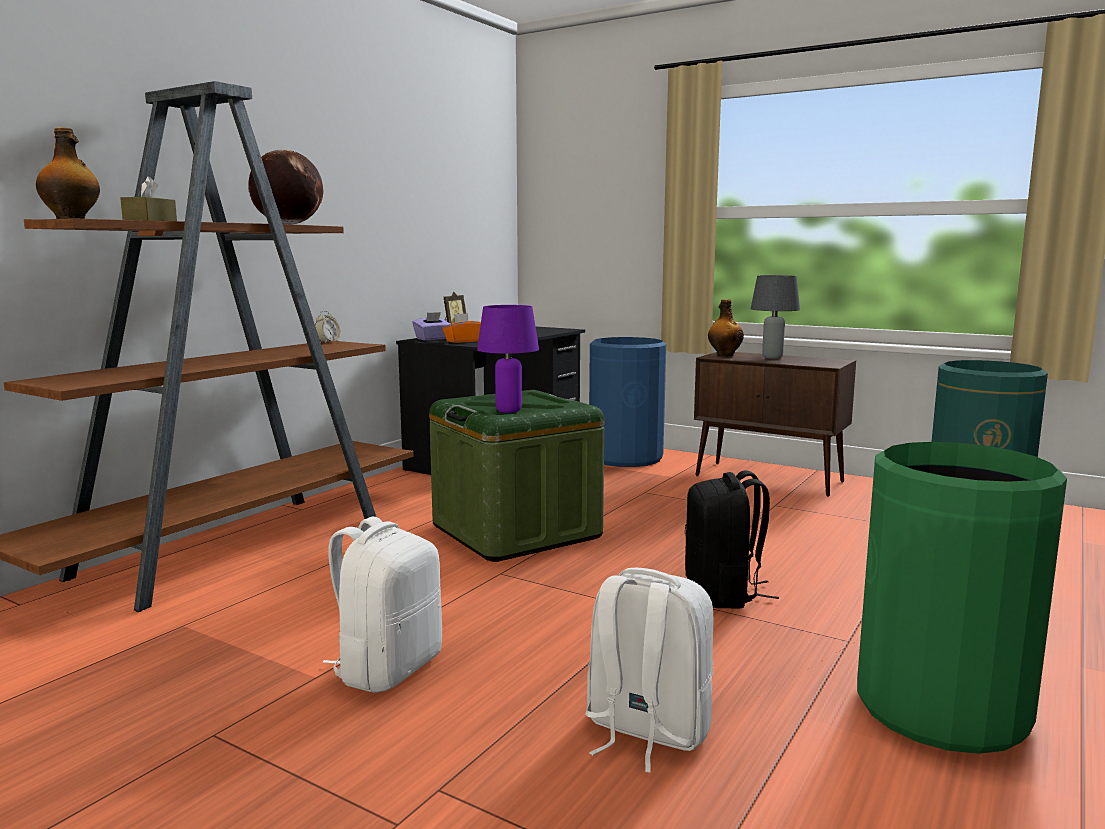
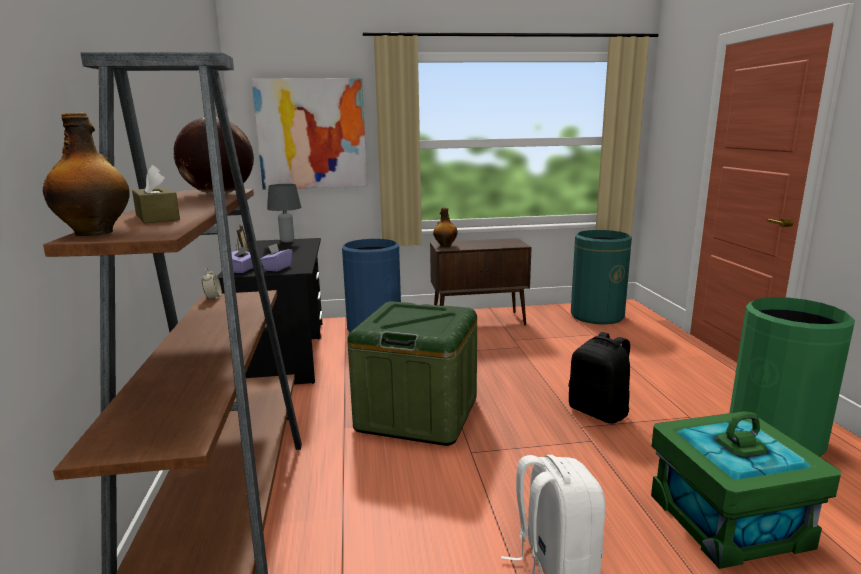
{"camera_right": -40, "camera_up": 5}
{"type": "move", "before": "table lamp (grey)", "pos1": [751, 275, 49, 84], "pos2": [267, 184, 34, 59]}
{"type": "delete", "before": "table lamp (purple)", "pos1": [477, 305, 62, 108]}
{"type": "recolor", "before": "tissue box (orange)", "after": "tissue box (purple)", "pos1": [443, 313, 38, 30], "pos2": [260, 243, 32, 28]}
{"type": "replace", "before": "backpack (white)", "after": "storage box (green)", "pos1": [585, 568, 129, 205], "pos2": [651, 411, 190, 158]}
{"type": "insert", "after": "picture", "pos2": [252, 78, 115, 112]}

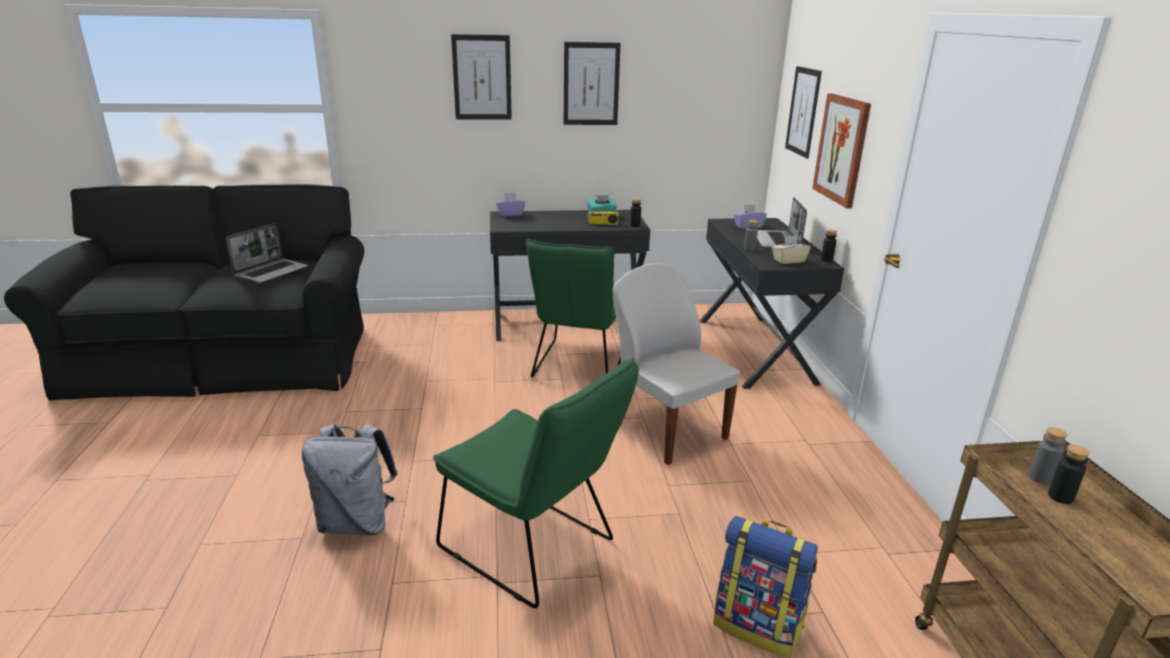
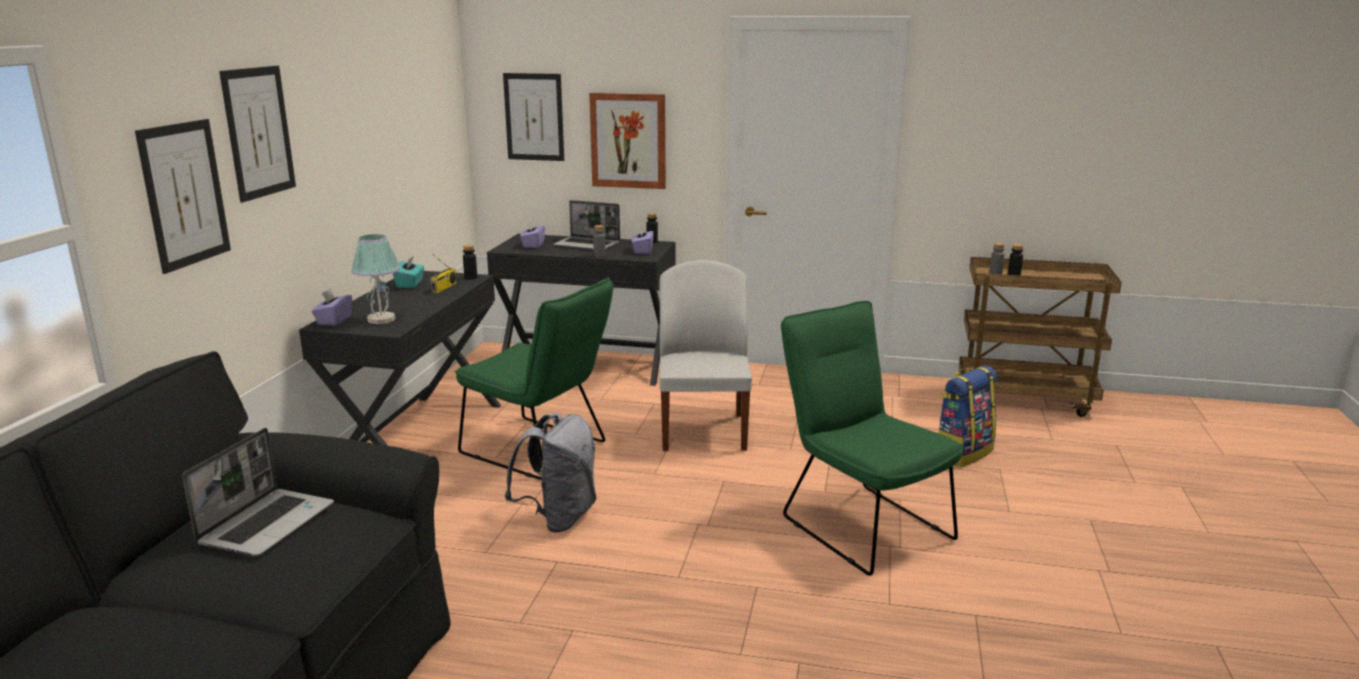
{"camera_right": -70, "camera_up": -5}
{"type": "move", "before": "picture", "pos1": [564, 42, 57, 83], "pos2": [135, 119, 96, 155]}
{"type": "rotate", "before": "laptop", "pos1": [226, 223, 82, 60], "pos2": [182, 428, 152, 128], "turn": 60}
{"type": "recolor", "before": "tissue box (beige)", "after": "tissue box (purple)", "pos1": [772, 235, 39, 29], "pos2": [632, 226, 22, 28]}
{"type": "rotate", "before": "chair (white)", "pos1": [613, 263, 127, 202], "pos2": [659, 260, 93, 191], "turn": 105}
{"type": "rotate", "before": "chair (green)", "pos1": [433, 357, 206, 251], "pos2": [781, 301, 183, 275], "turn": -90}
{"type": "move", "before": "backpack (grey)", "pos1": [302, 424, 96, 111], "pos2": [505, 413, 91, 120]}
{"type": "insert", "after": "table lamp", "pos2": [351, 234, 49, 90]}

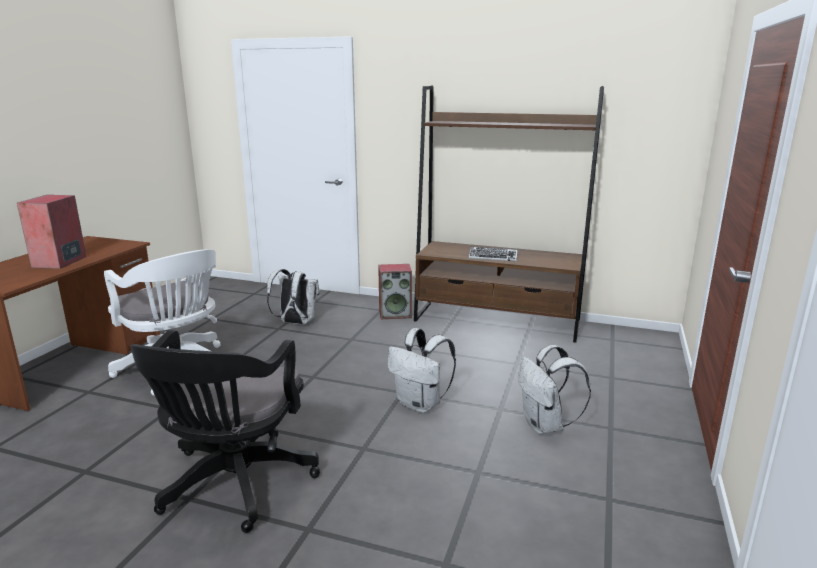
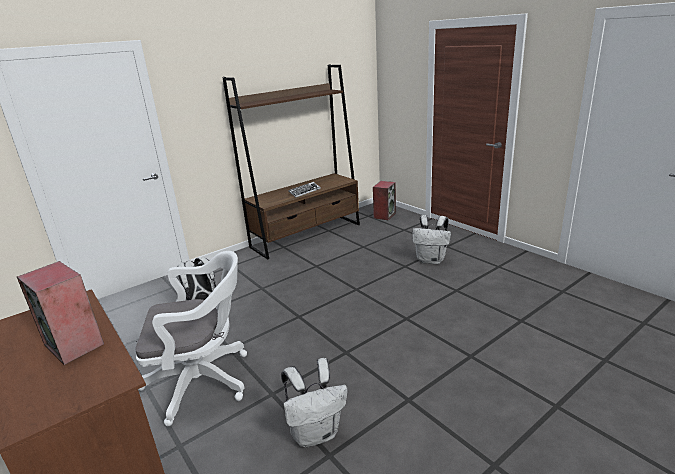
{"camera_right": -55, "camera_up": 5}
{"type": "move", "before": "speaker", "pos1": [378, 264, 34, 55], "pos2": [373, 181, 23, 39]}
{"type": "move", "before": "backpack (white)", "pos1": [387, 328, 69, 85], "pos2": [281, 358, 66, 89]}
{"type": "delete", "before": "office chair (black)", "pos1": [130, 330, 190, 203]}

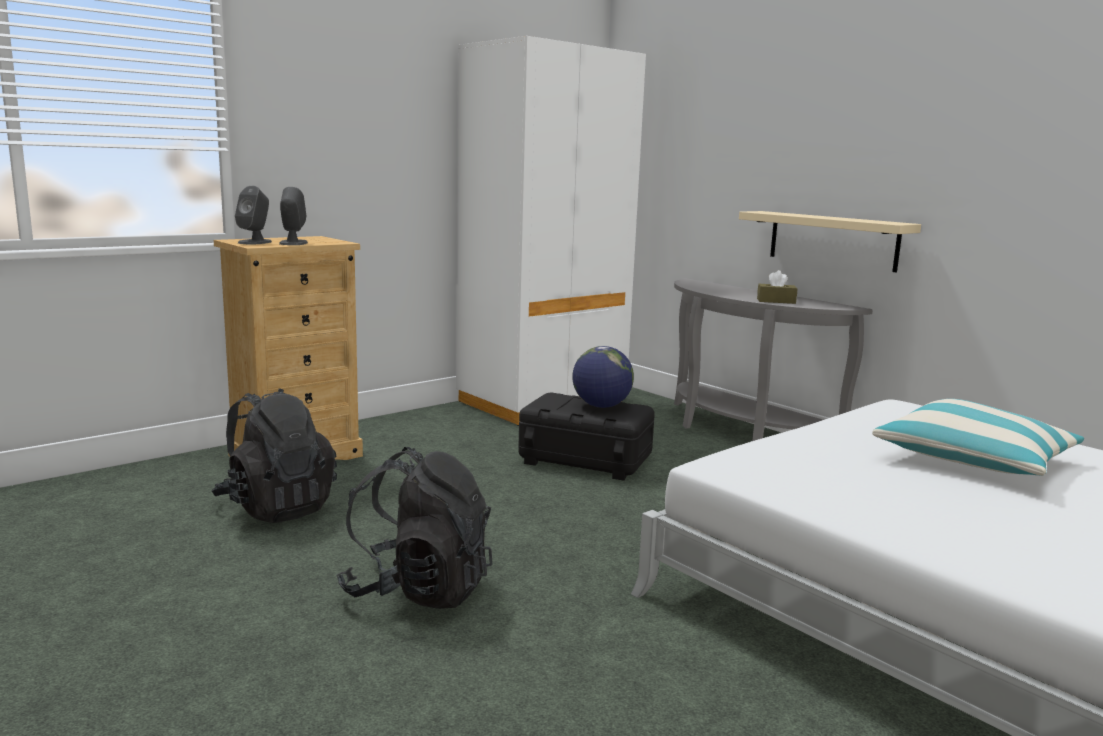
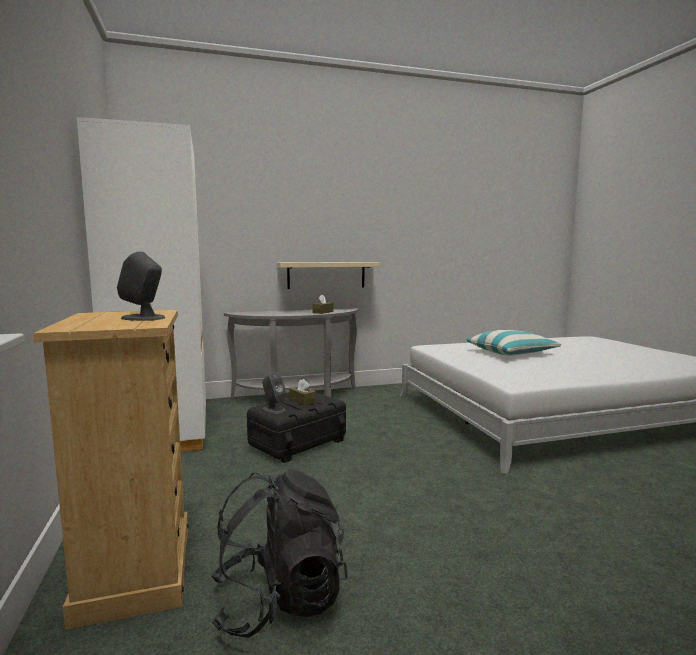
{"camera_right": -65, "camera_up": -5}
{"type": "move", "before": "speaker (grey)", "pos1": [235, 186, 37, 58], "pos2": [262, 372, 24, 42]}
{"type": "replace", "before": "globe", "after": "tissue box (brown)", "pos1": [572, 346, 62, 62], "pos2": [289, 379, 27, 27]}
{"type": "delete", "before": "backpack (black)", "pos1": [336, 447, 156, 162]}

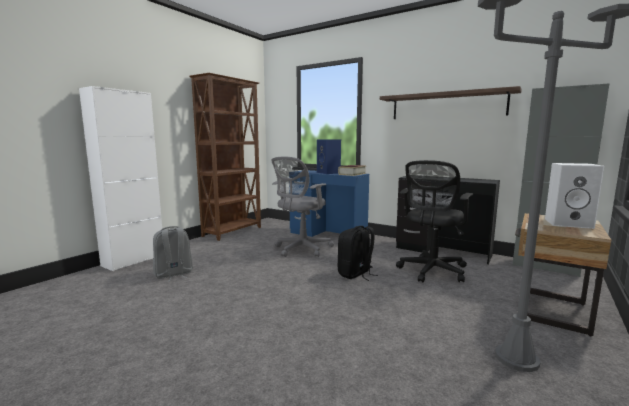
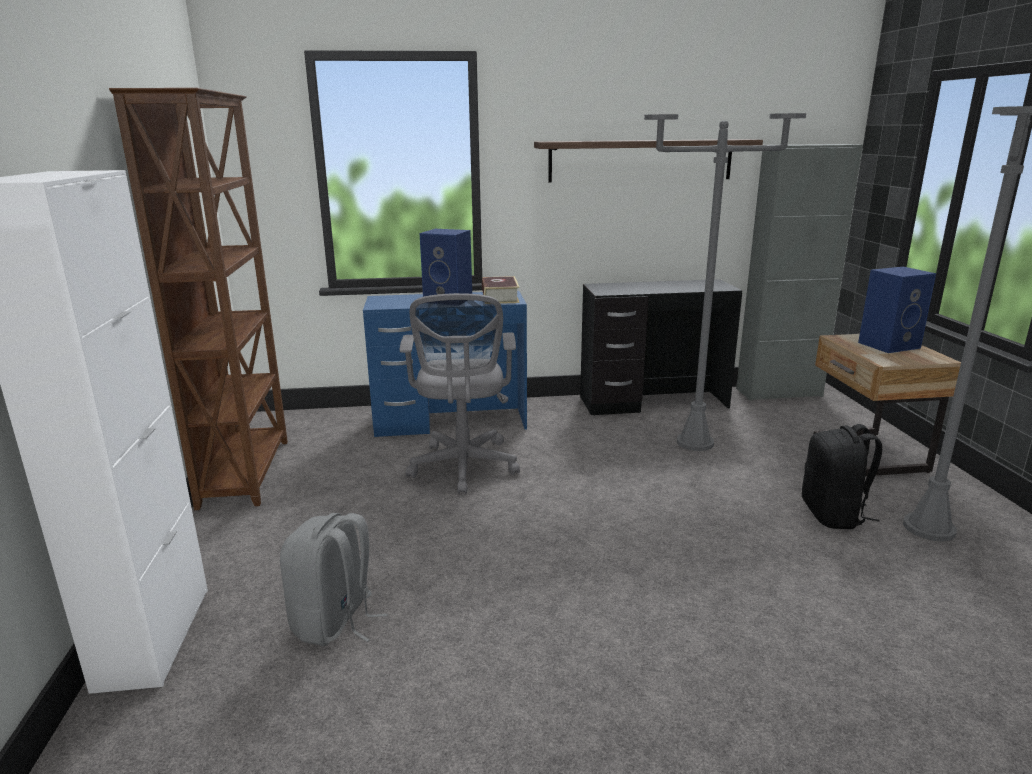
{"camera_right": -40, "camera_up": 10}
{"type": "replace", "before": "office chair (black)", "after": "floor lamp (grey)", "pos1": [396, 160, 77, 122], "pos2": [644, 113, 162, 338]}
{"type": "recolor", "before": "speaker (white)", "after": "speaker (blue)", "pos1": [545, 163, 59, 66], "pos2": [858, 267, 78, 86]}
{"type": "move", "before": "backpack (black)", "pos1": [338, 226, 40, 55], "pos2": [802, 424, 80, 105]}

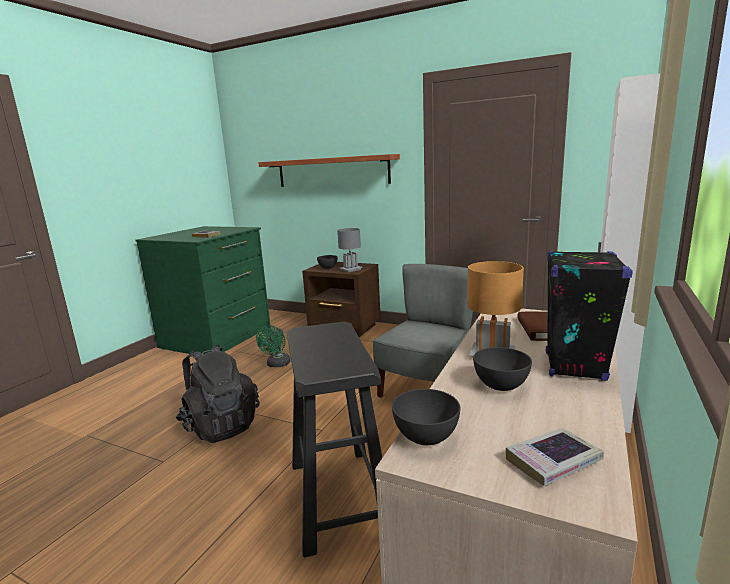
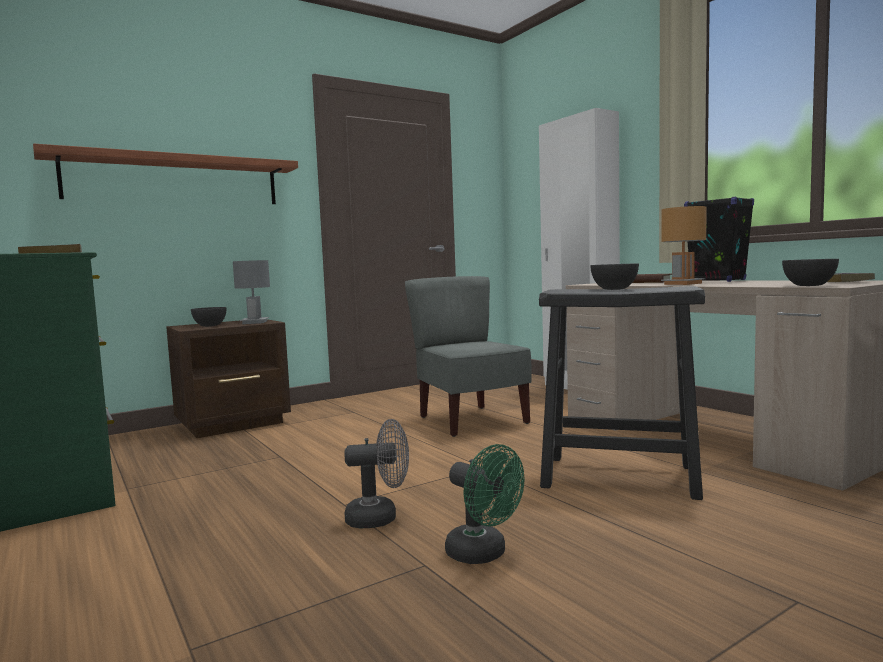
{"camera_right": -60, "camera_up": -10}
{"type": "move", "before": "fan (green)", "pos1": [256, 325, 34, 42], "pos2": [445, 444, 79, 120]}
{"type": "replace", "before": "backpack (black)", "after": "fan (grey)", "pos1": [175, 345, 84, 98], "pos2": [344, 419, 65, 109]}
{"type": "move", "before": "bowl (grey)", "pos1": [473, 347, 59, 44], "pos2": [590, 263, 49, 27]}

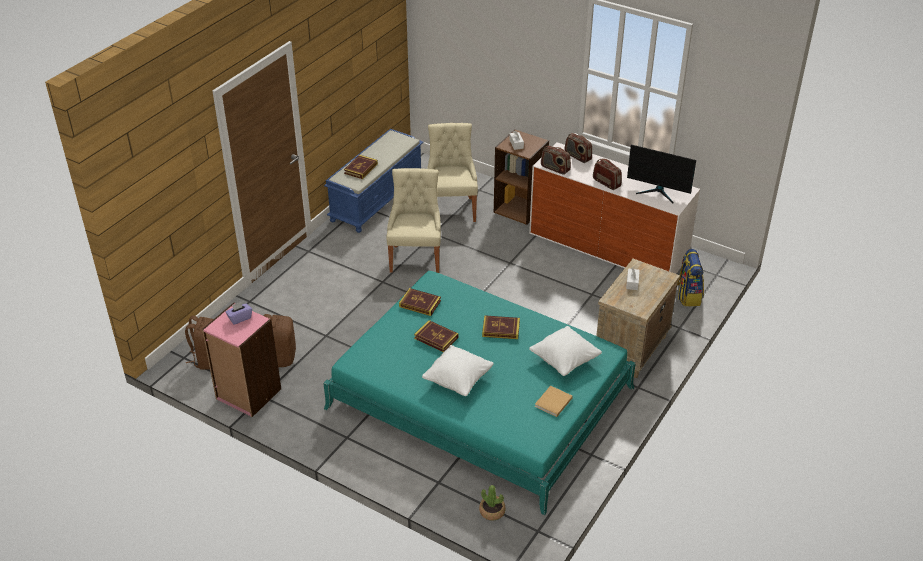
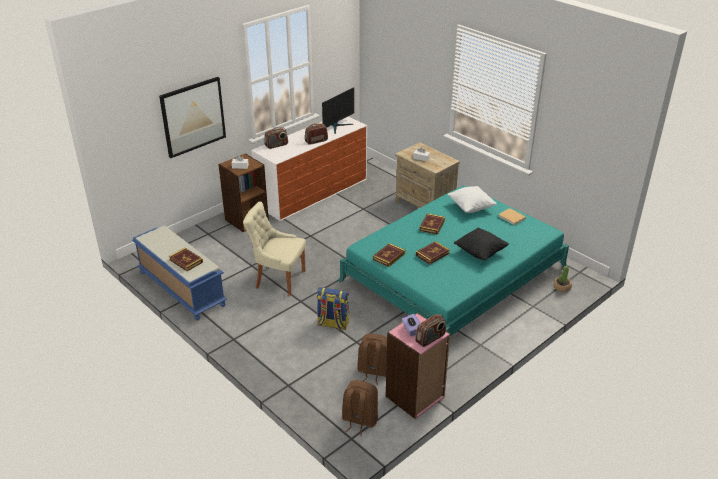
{"camera_right": -75, "camera_up": -5}
{"type": "delete", "before": "chair (beige)", "pos1": [427, 123, 51, 99]}
{"type": "move", "before": "radio", "pos1": [541, 146, 30, 29], "pos2": [415, 314, 31, 33]}
{"type": "move", "before": "backpack", "pos1": [677, 249, 27, 57], "pos2": [317, 287, 32, 43]}
{"type": "recolor", "before": "pillow (white)", "after": "pillow (black)", "pos1": [422, 345, 72, 51], "pos2": [454, 228, 55, 33]}
{"type": "insert", "after": "picture", "pos2": [159, 77, 67, 81]}

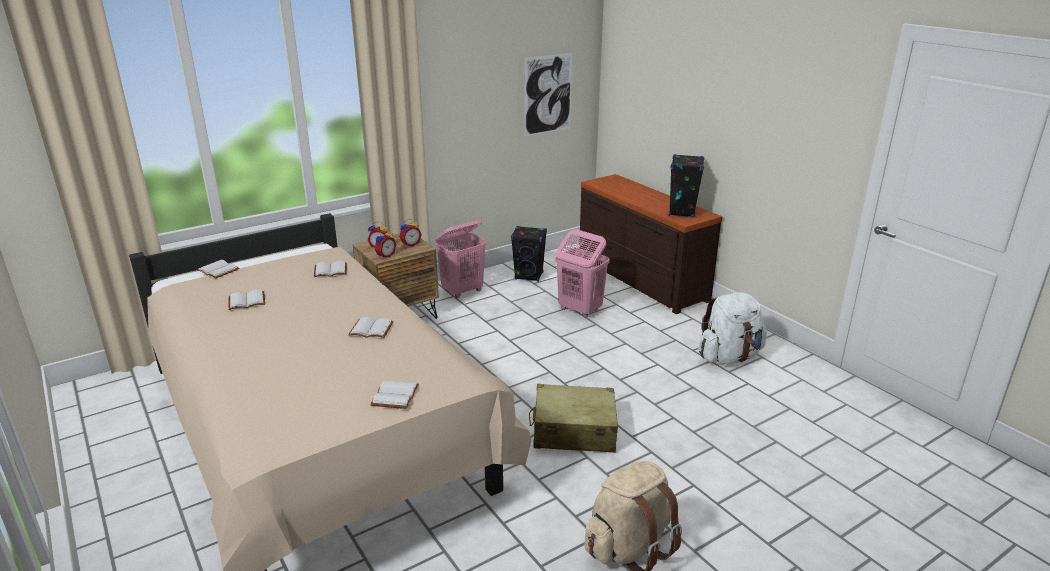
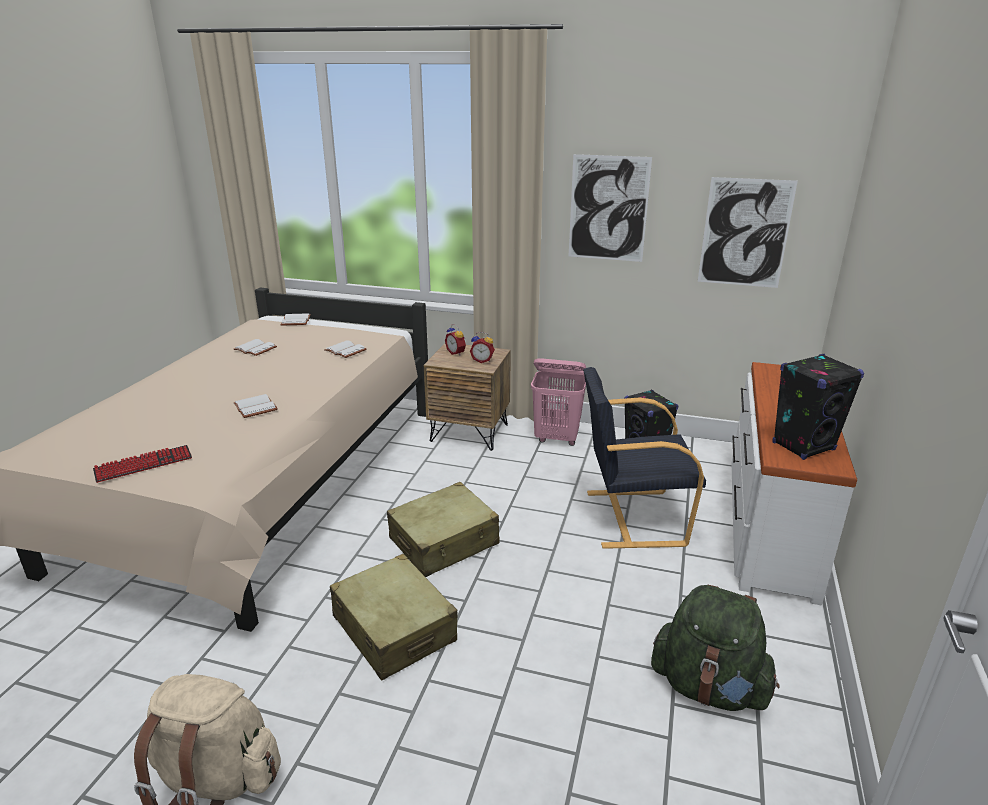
{"camera_right": 50, "camera_up": 0}
{"type": "recolor", "before": "dresser (brown)", "after": "dresser (white)", "pos1": [579, 174, 143, 140], "pos2": [731, 362, 126, 243]}
{"type": "delete", "before": "alarm clock", "pos1": [374, 229, 22, 30]}
{"type": "replace", "before": "laundry basket (pink)", "after": "armchair (black)", "pos1": [555, 230, 55, 88], "pos2": [583, 367, 123, 182]}
{"type": "recolor", "before": "backpack (white)", "after": "backpack (green)", "pos1": [698, 292, 69, 72], "pos2": [651, 585, 129, 126]}
{"type": "replace", "before": "book (white)", "after": "keyboard", "pos1": [370, 381, 49, 28], "pos2": [93, 445, 99, 38]}
{"type": "insert", "after": "picture", "pos2": [569, 154, 83, 108]}
{"type": "insert", "after": "suitcase (beige)", "pos2": [387, 482, 113, 95]}

